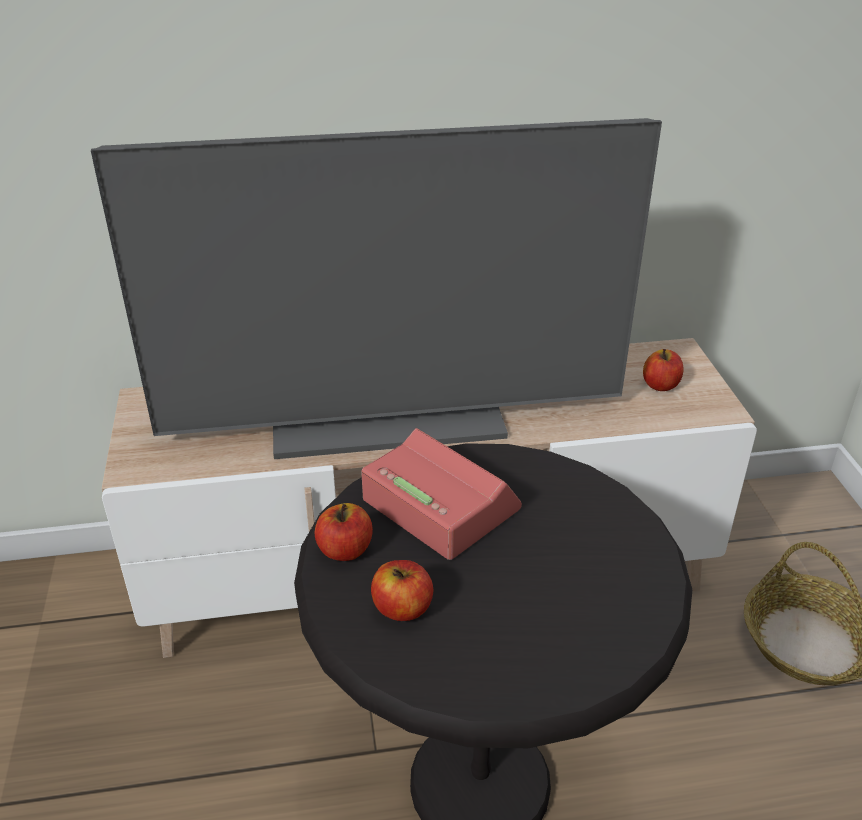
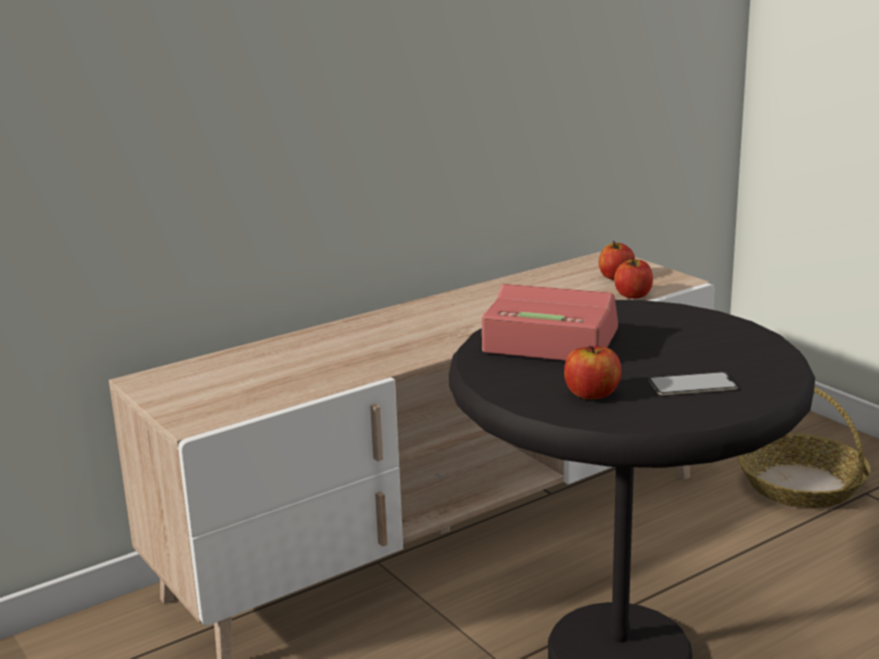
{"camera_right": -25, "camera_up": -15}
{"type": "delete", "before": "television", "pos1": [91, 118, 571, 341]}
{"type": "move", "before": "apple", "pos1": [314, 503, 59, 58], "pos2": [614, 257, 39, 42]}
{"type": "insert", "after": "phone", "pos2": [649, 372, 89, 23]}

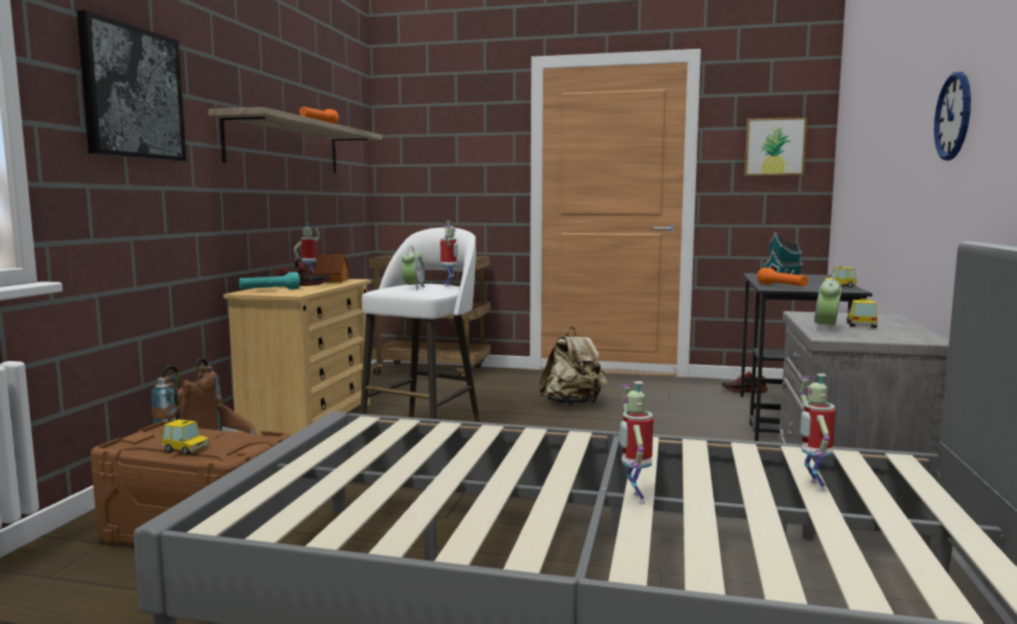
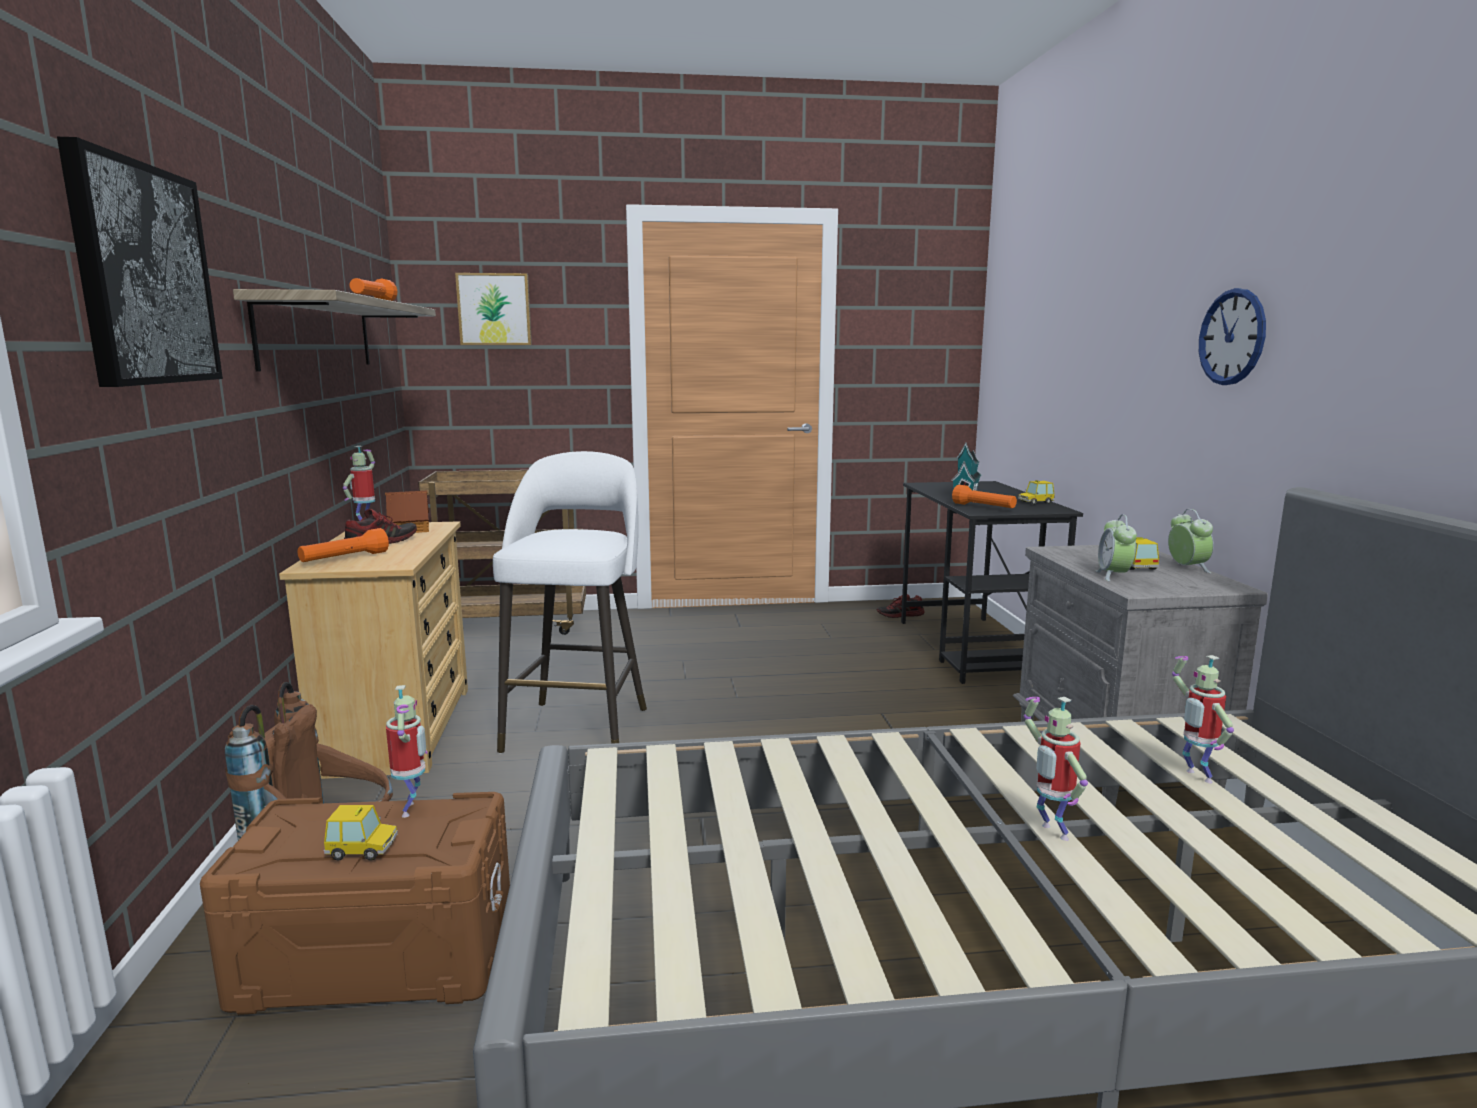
{"camera_right": -20, "camera_up": 5}
{"type": "move", "before": "picture", "pos1": [744, 117, 63, 59], "pos2": [455, 273, 77, 72]}
{"type": "move", "before": "toy robot", "pos1": [440, 221, 19, 66], "pos2": [386, 685, 42, 133]}
{"type": "move", "before": "alarm clock", "pos1": [402, 246, 24, 44], "pos2": [1168, 509, 46, 64]}
{"type": "recolor", "before": "flashlight (turquoise)", "after": "flashlight (orange)", "pos1": [239, 272, 61, 17], "pos2": [298, 528, 91, 34]}
{"type": "delete", "before": "backpack (beige)", "pos1": [539, 327, 68, 78]}

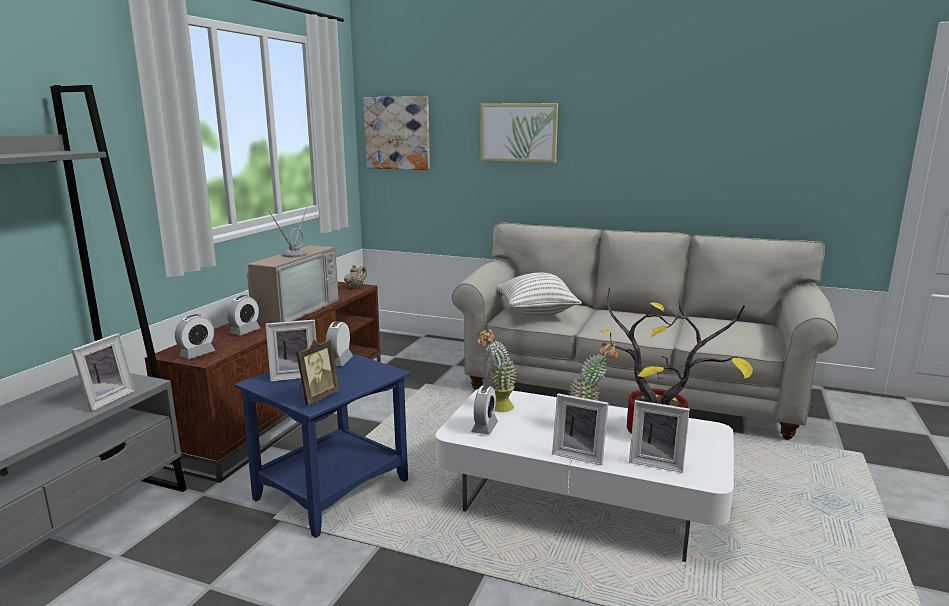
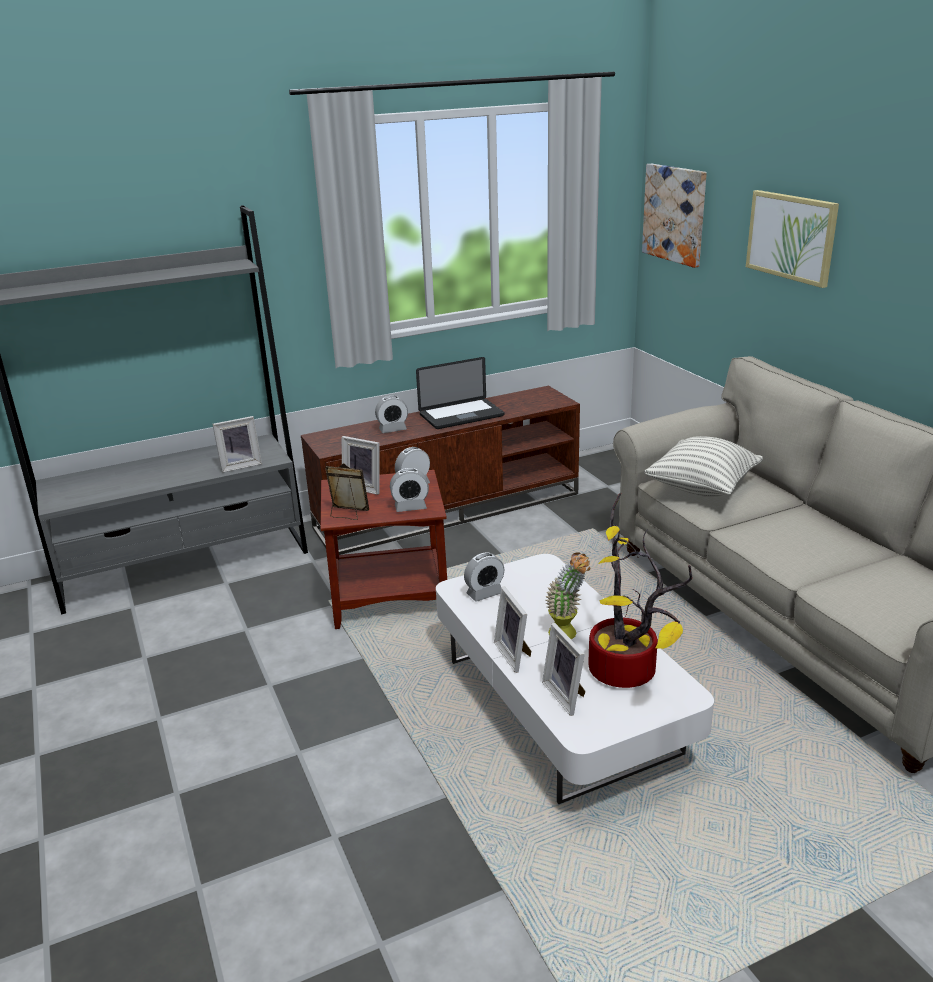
{"camera_right": 45, "camera_up": 10}
{"type": "replace", "before": "television", "after": "laptop", "pos1": [247, 202, 92, 122], "pos2": [416, 357, 88, 72]}
{"type": "delete", "before": "teapot (beige)", "pos1": [344, 265, 23, 23]}
{"type": "move", "before": "alarm clock", "pos1": [175, 314, 40, 45], "pos2": [390, 468, 39, 44]}
{"type": "delete", "before": "potted plant", "pos1": [477, 329, 40, 83]}
{"type": "rotate", "before": "picture frame", "pos1": [296, 340, 44, 65], "pos2": [325, 463, 44, 57], "turn": -150}
{"type": "recolor", "before": "side table (blue)", "after": "side table (brown)", "pos1": [235, 353, 175, 185], "pos2": [321, 470, 126, 159]}

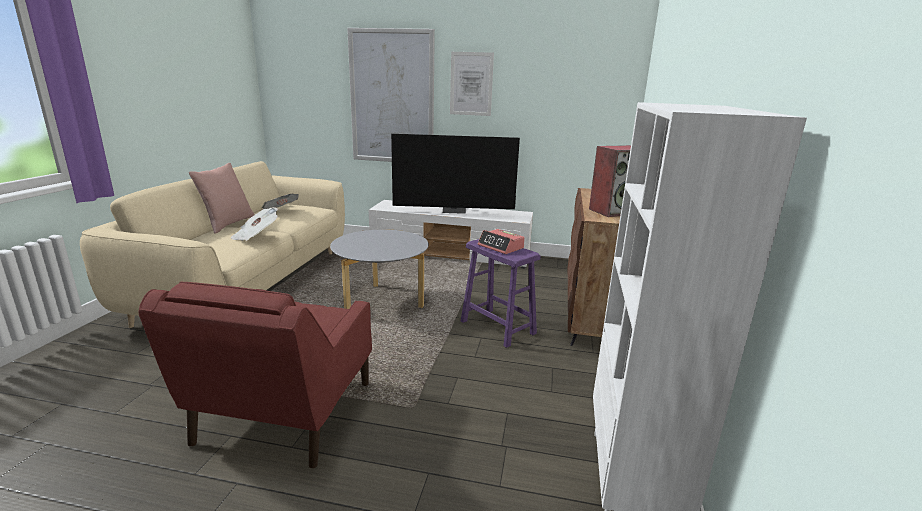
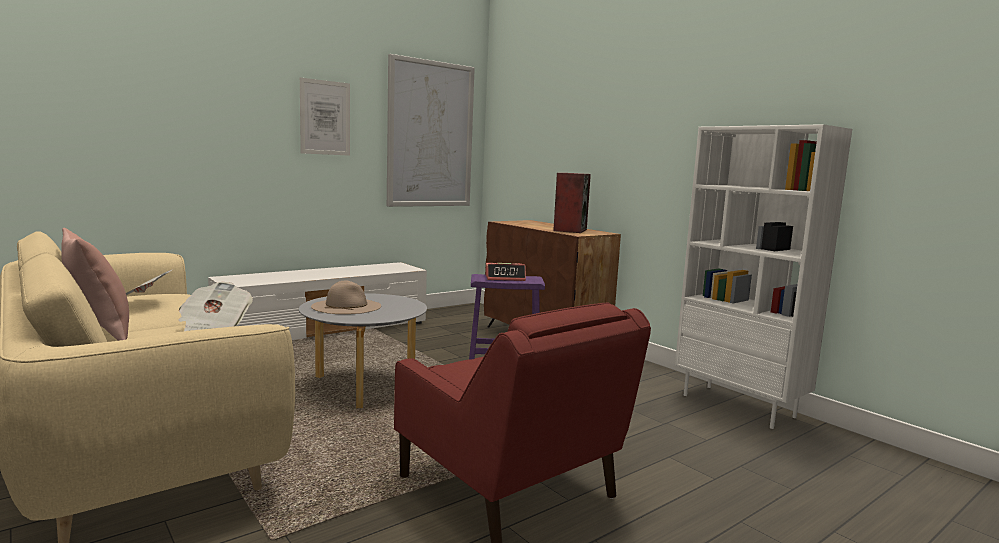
{"camera_right": -50, "camera_up": -10}
{"type": "move", "before": "picture", "pos1": [347, 28, 88, 134], "pos2": [387, 54, 88, 153]}
{"type": "delete", "before": "television", "pos1": [391, 134, 129, 80]}
{"type": "insert", "after": "hat (beige)", "pos2": [311, 280, 70, 34]}

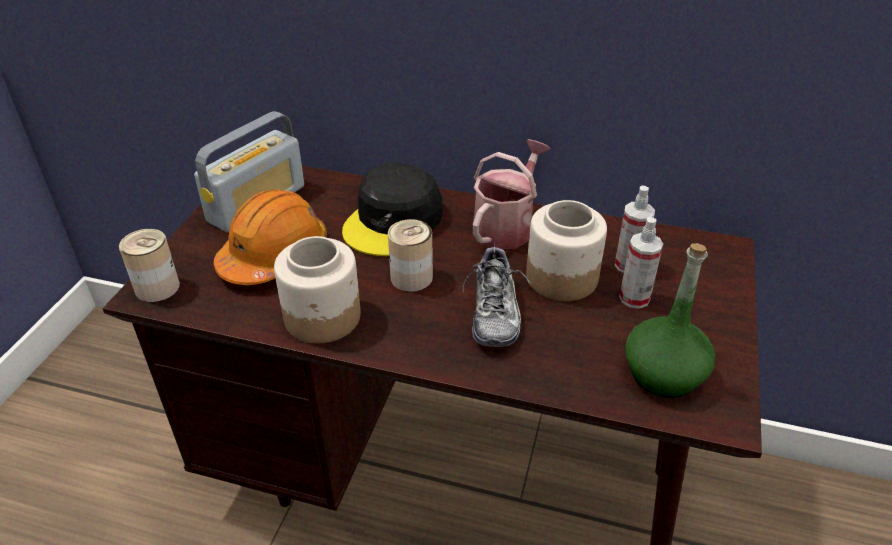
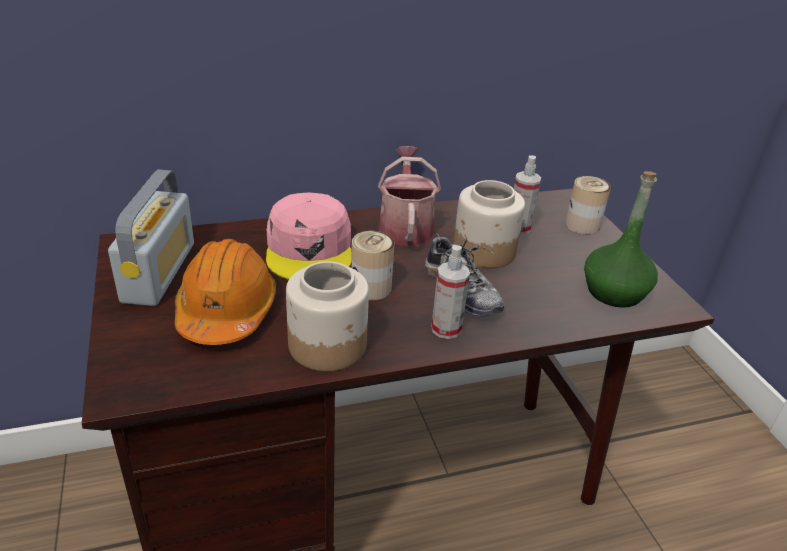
{"camera_right": -35, "camera_up": -5}
{"type": "recolor", "before": "cap (black)", "after": "cap (pink)", "pos1": [342, 163, 101, 93], "pos2": [266, 192, 85, 88]}
{"type": "move", "before": "spray bottle", "pos1": [619, 217, 44, 92], "pos2": [431, 245, 39, 94]}
{"type": "move", "before": "can", "pos1": [119, 229, 61, 73], "pos2": [565, 176, 46, 59]}

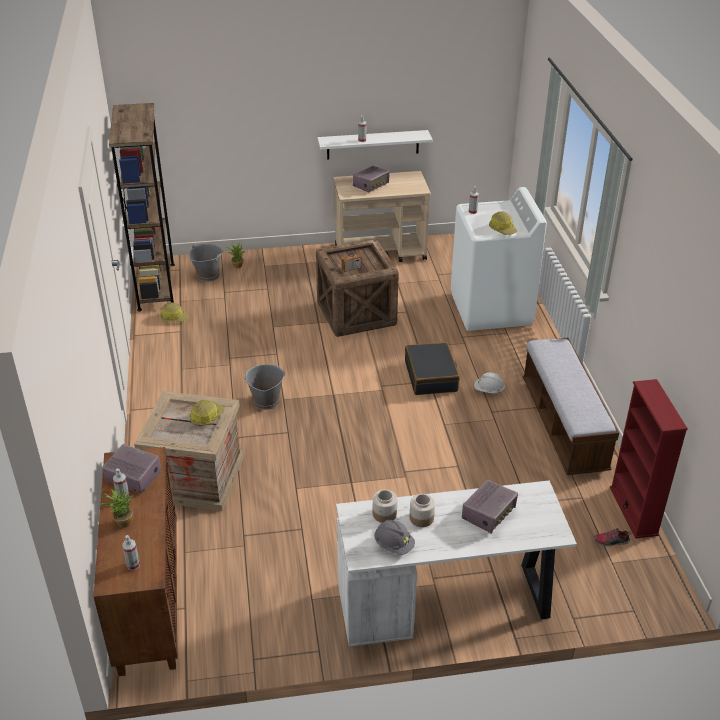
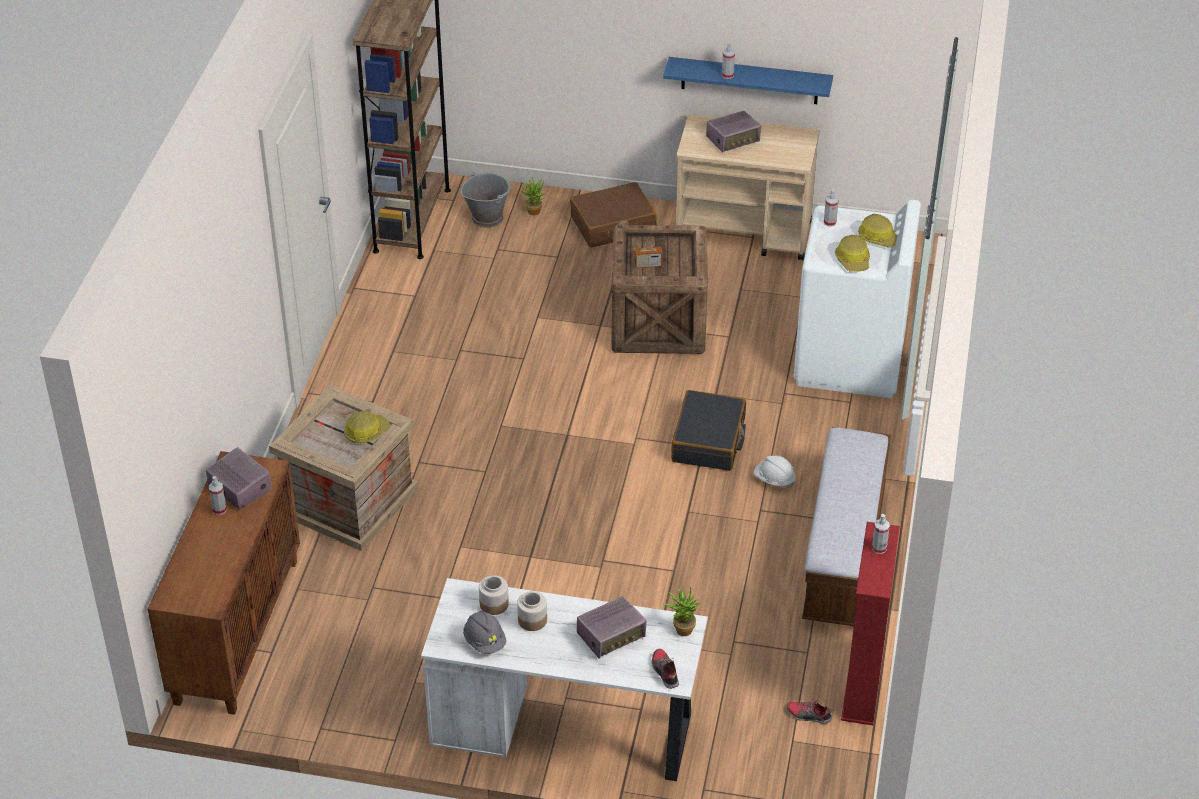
{"camera_right": 20, "camera_up": 5}
{"type": "recolor", "before": "shelf (white)", "after": "shelf (blue)", "pos1": [318, 130, 115, 30], "pos2": [663, 57, 170, 47]}
{"type": "move", "before": "hard hat", "pos1": [160, 302, 30, 20], "pos2": [858, 214, 39, 34]}
{"type": "delete", "before": "bucket (grey)", "pos1": [243, 364, 43, 46]}
{"type": "move", "before": "potted plant", "pos1": [101, 485, 32, 43], "pos2": [663, 587, 38, 49]}
{"type": "move", "before": "spray bottle", "pos1": [122, 535, 18, 35], "pos2": [872, 514, 18, 40]}
{"type": "insert", "after": "suitcase (brown)", "pos2": [570, 182, 87, 66]}
{"type": "insert", "after": "shoe", "pos2": [652, 649, 27, 40]}

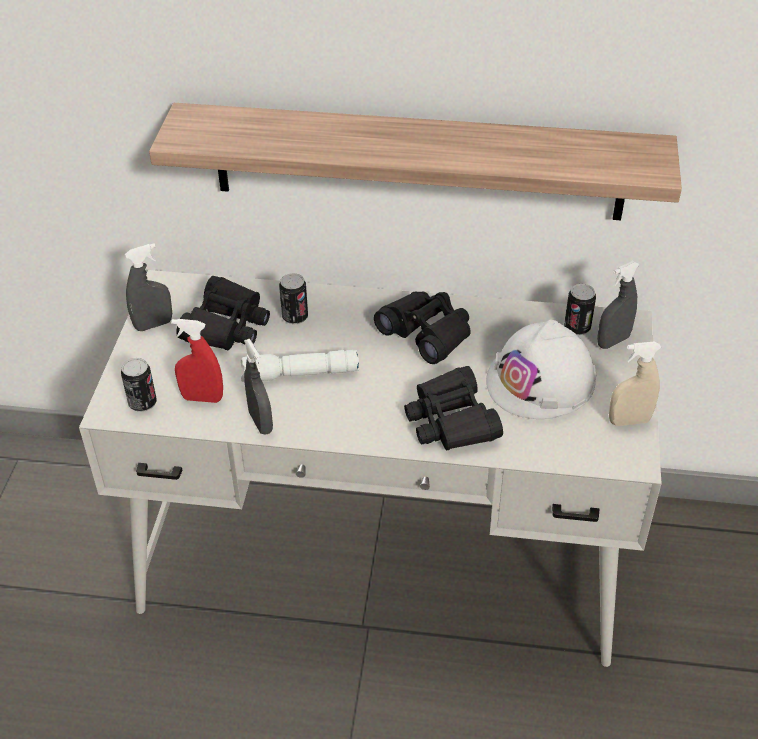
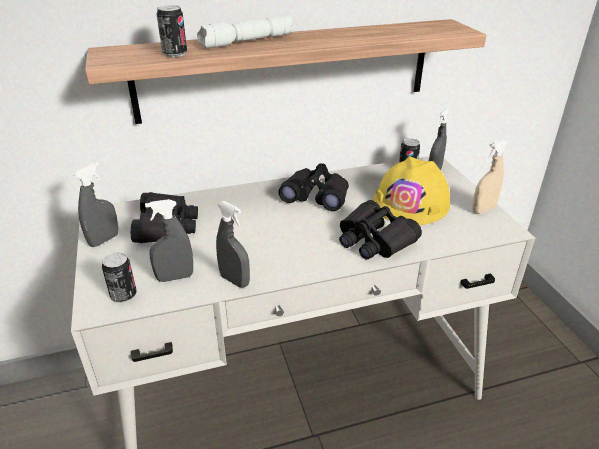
{"camera_right": -25, "camera_up": -10}
{"type": "move", "before": "can", "pos1": [279, 273, 29, 51], "pos2": [157, 5, 30, 52]}
{"type": "recolor", "before": "spray bottle (red)", "after": "spray bottle (grey)", "pos1": [171, 319, 52, 84], "pos2": [145, 199, 48, 83]}
{"type": "recolor", "before": "hard hat (white)", "after": "hard hat (yellow)", "pos1": [486, 319, 110, 100], "pos2": [373, 156, 77, 69]}
{"type": "move", "before": "flashlight (white)", "pos1": [241, 350, 118, 32], "pos2": [197, 16, 95, 32]}

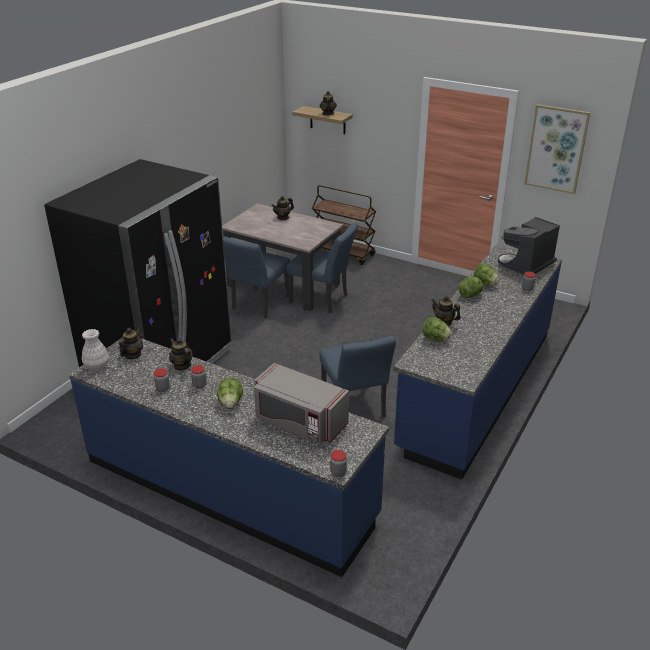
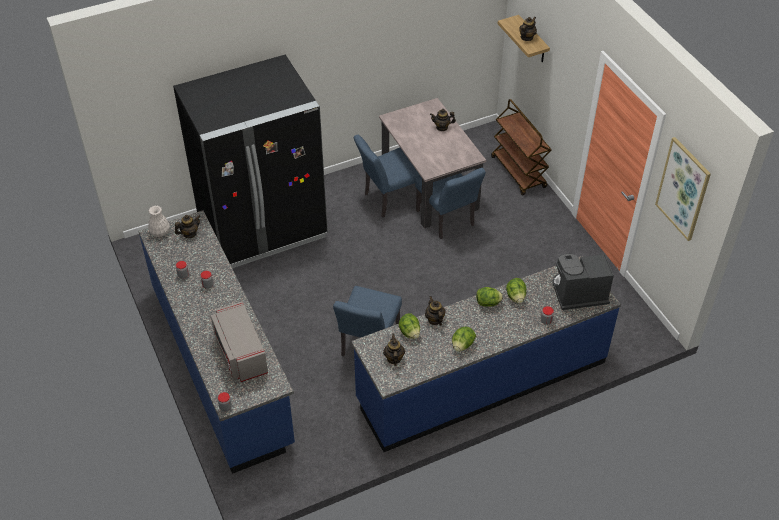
{"camera_right": 35, "camera_up": 15}
{"type": "move", "before": "teapot", "pos1": [169, 338, 24, 33], "pos2": [383, 334, 22, 32]}
{"type": "move", "before": "lettuce", "pos1": [217, 377, 26, 32], "pos2": [452, 327, 24, 25]}

